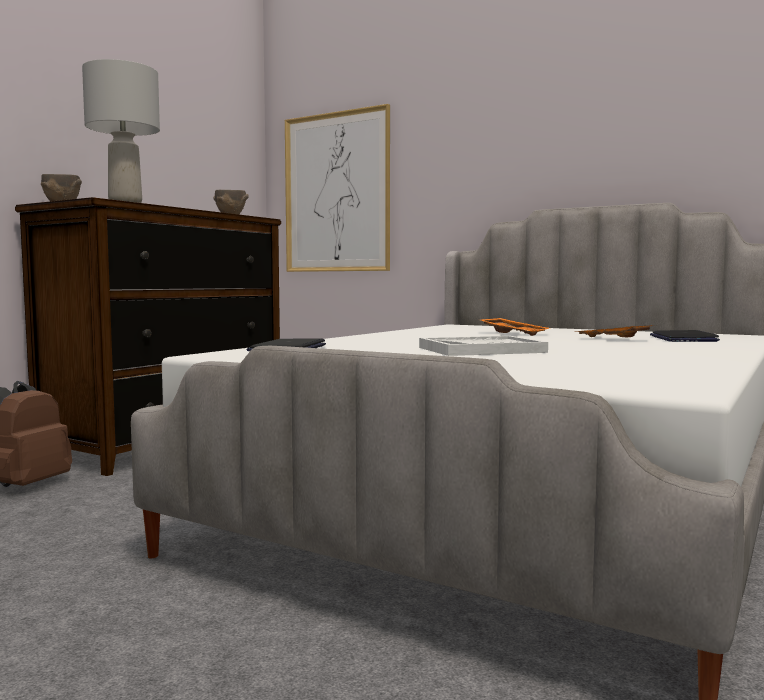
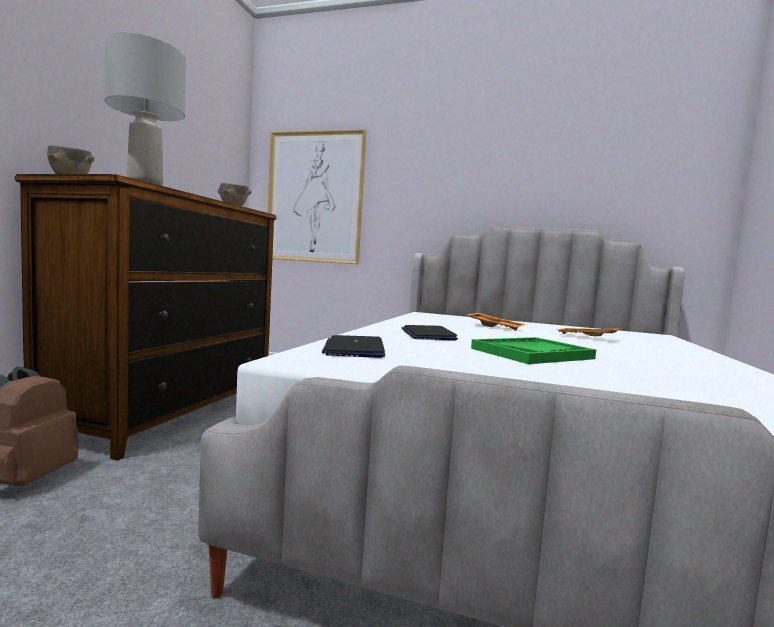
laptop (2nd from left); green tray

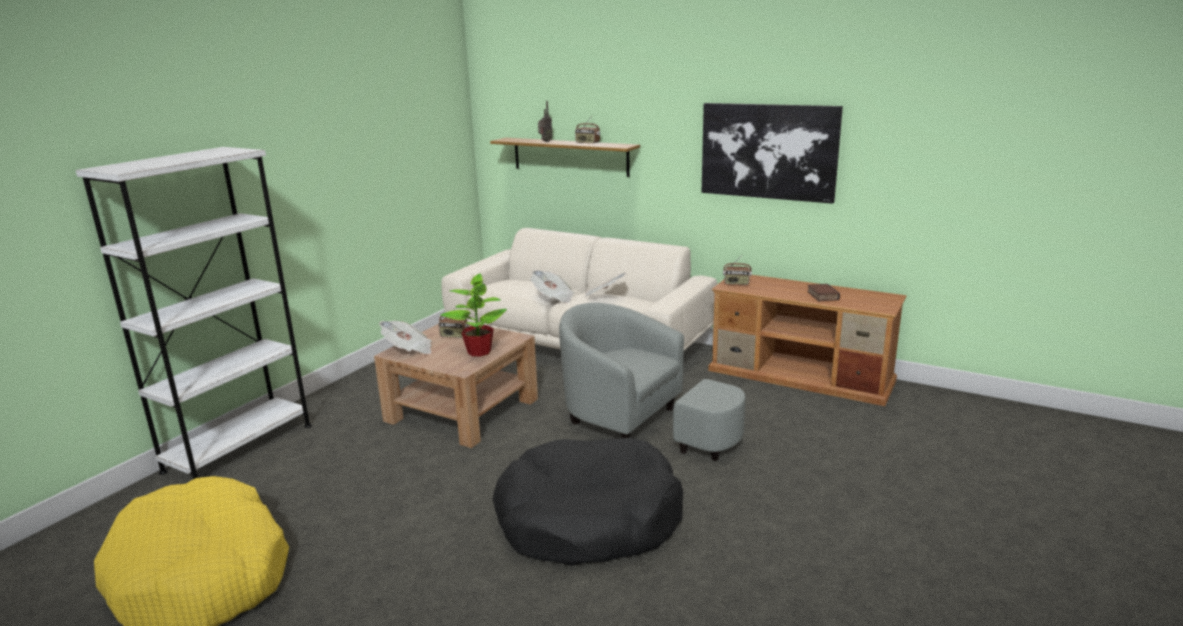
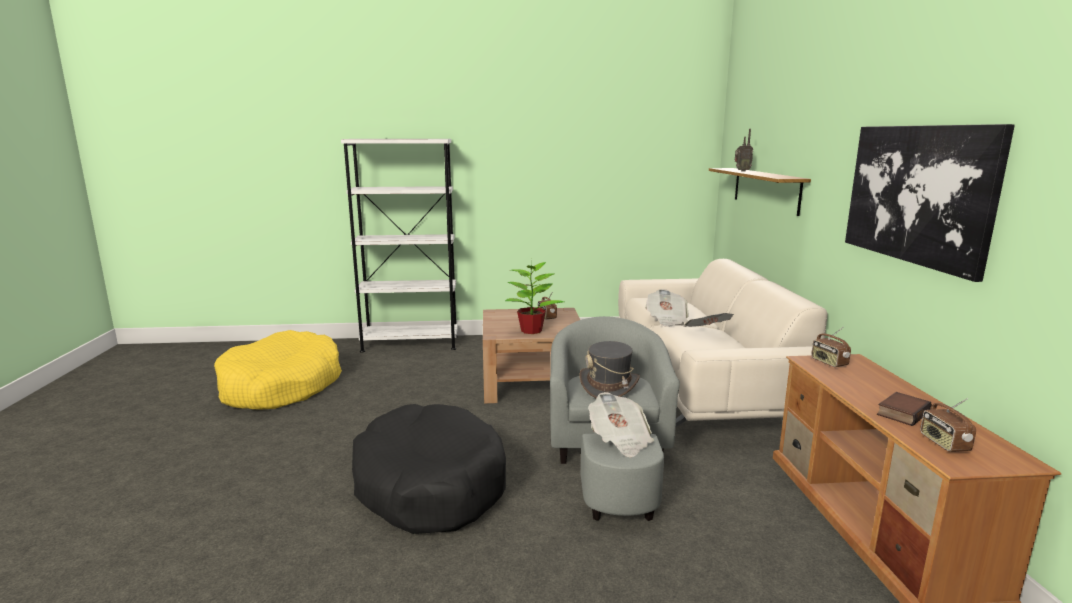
grey hat; newspaper (1st from left); radio (4th from left)

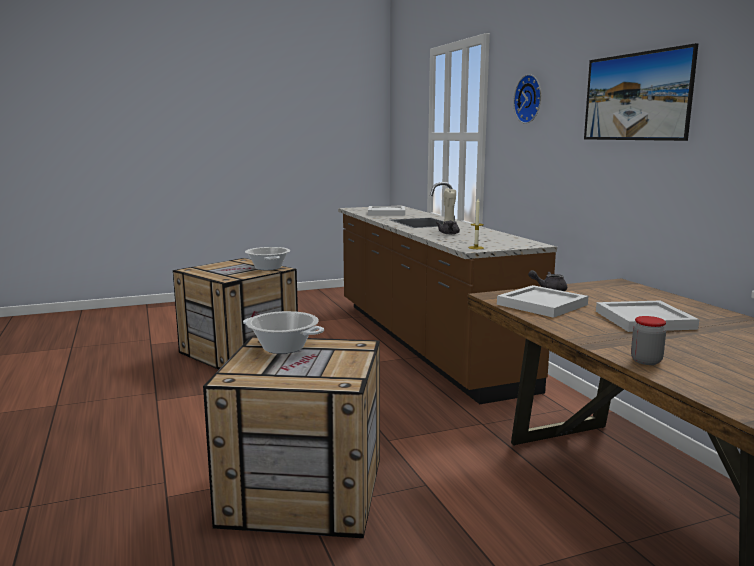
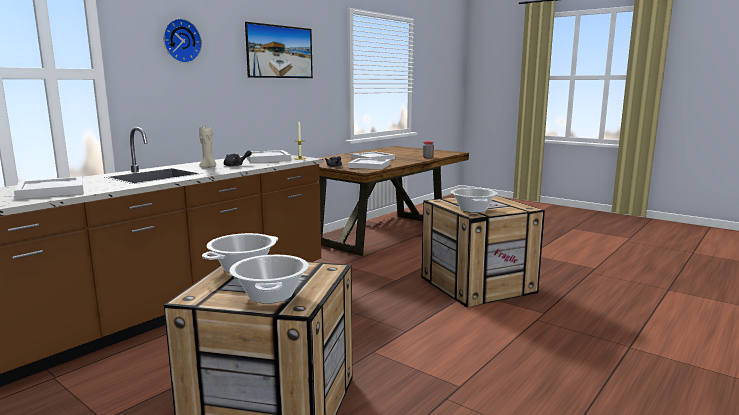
cooking pot (2nd from left); white tray (2nd from left)

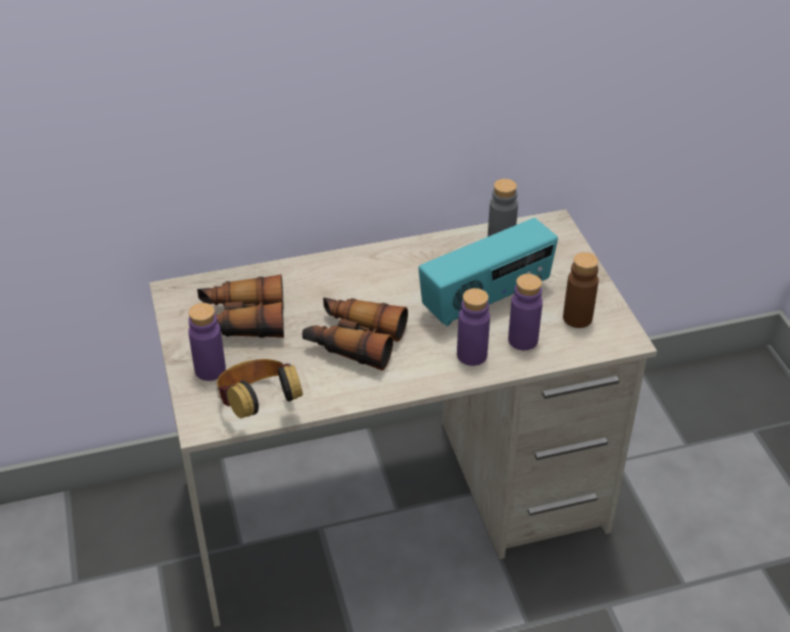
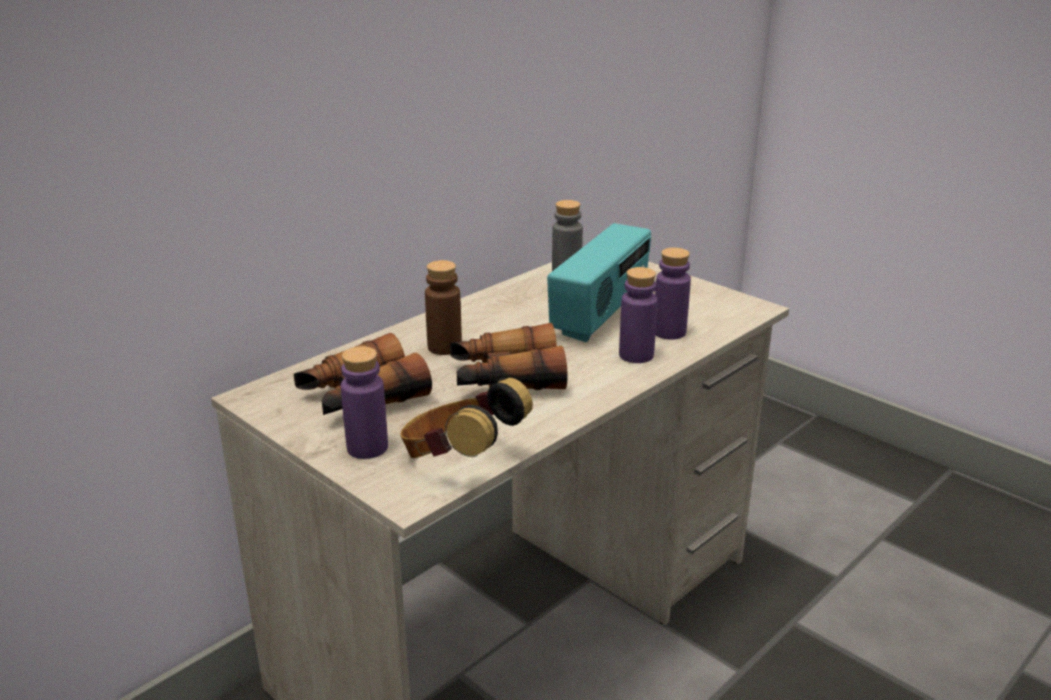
brown bottle

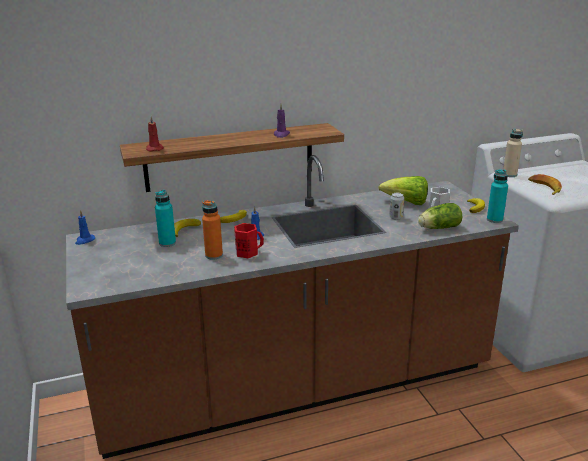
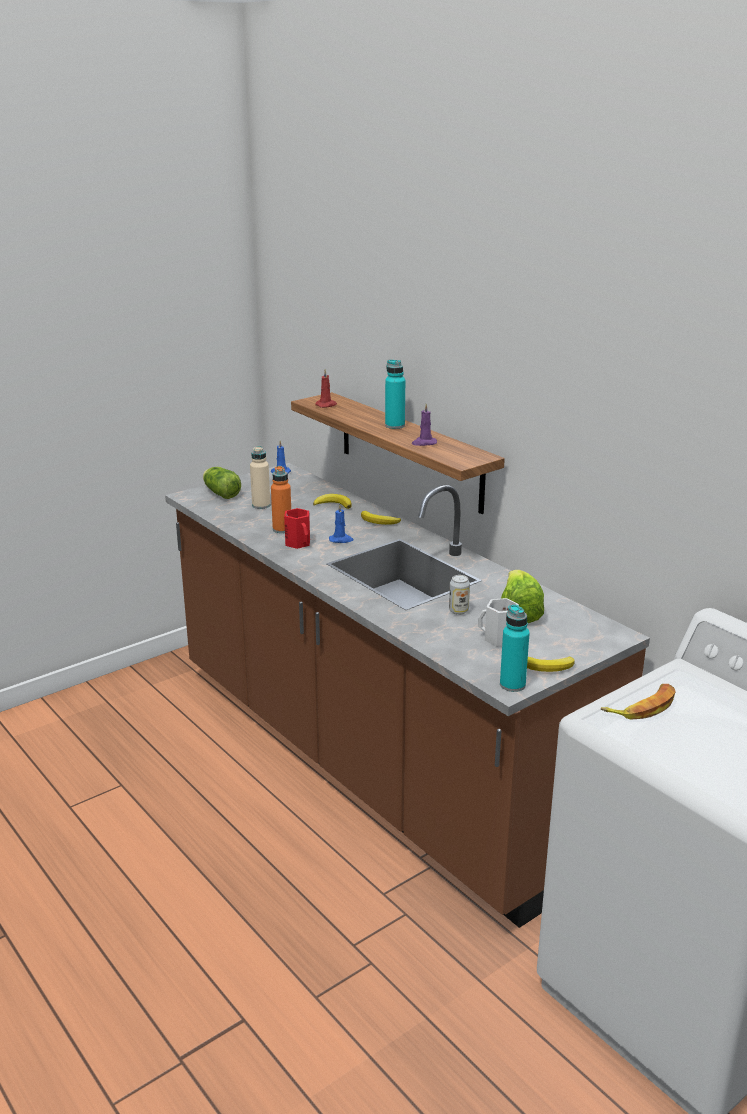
turquoise bottle (1st from left); lettuce (1st from left); beige bottle

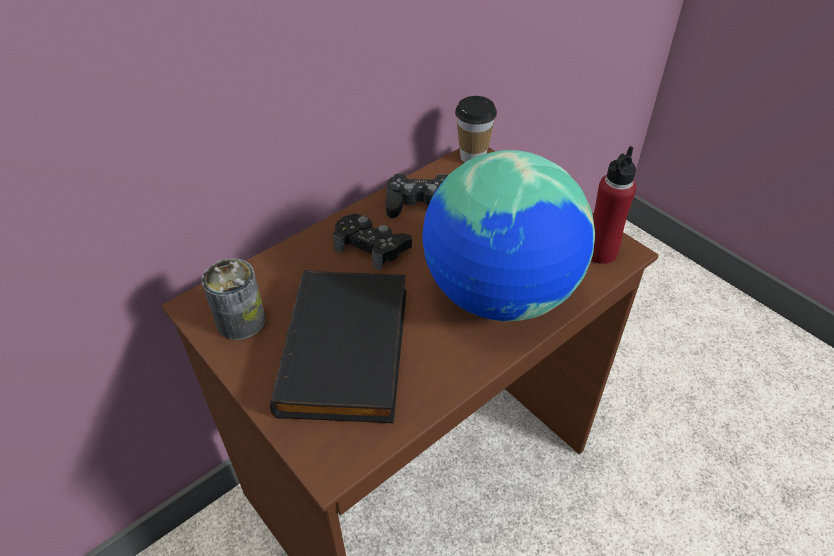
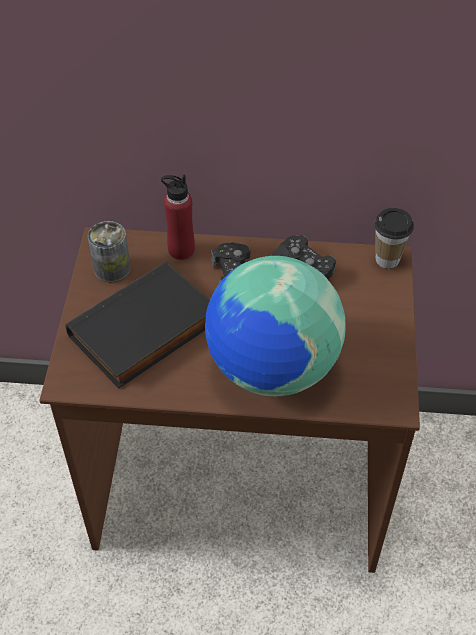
red bottle

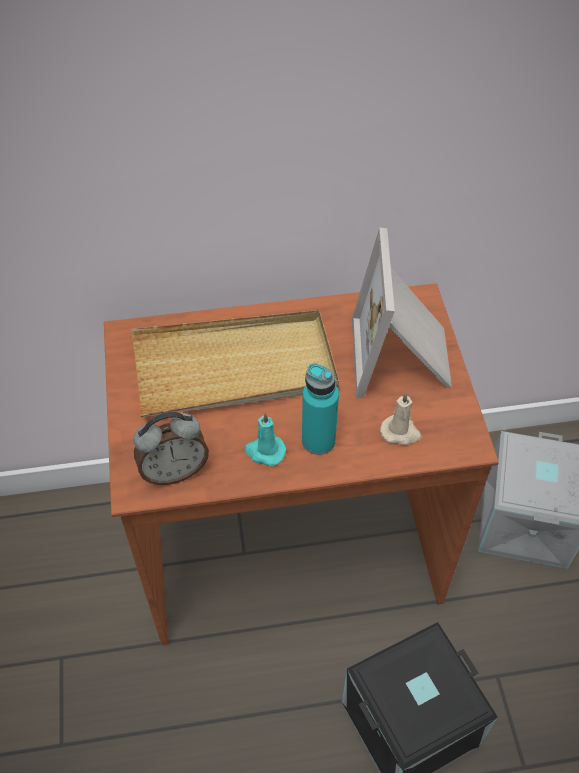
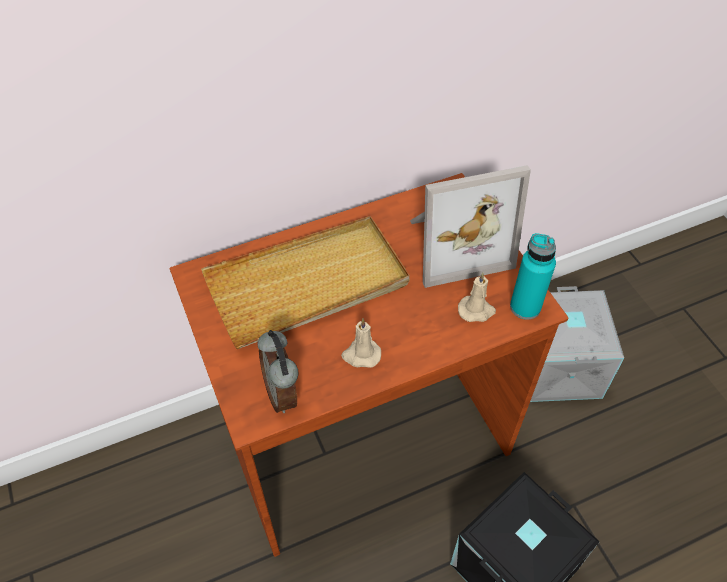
turquoise bottle; beige candle (1st from left); alarm clock; picture frame

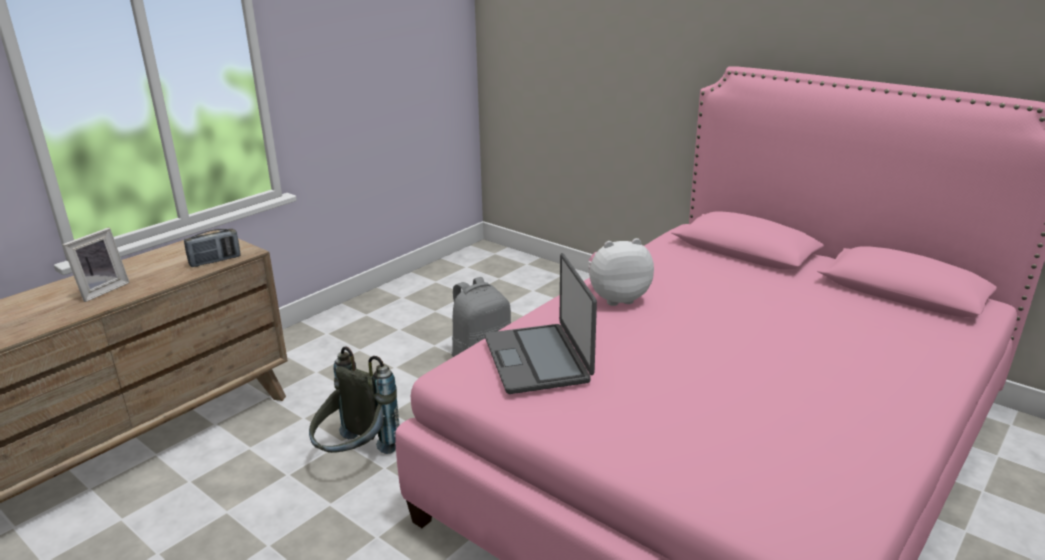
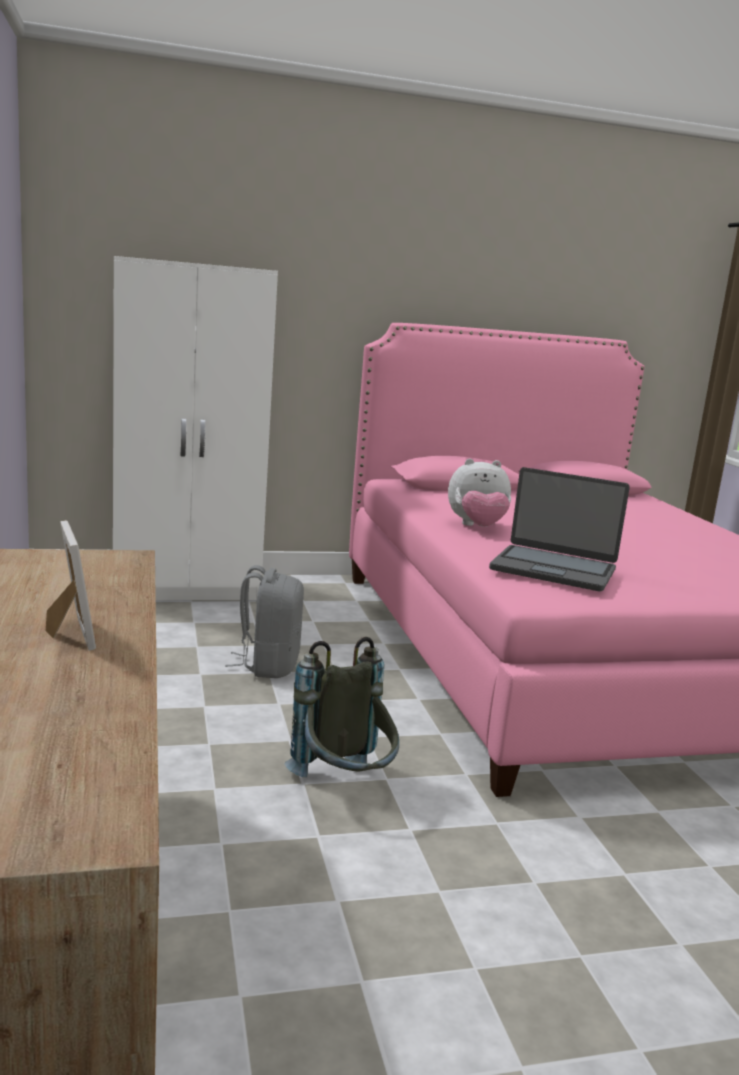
radio; white wardrobe; plush toy

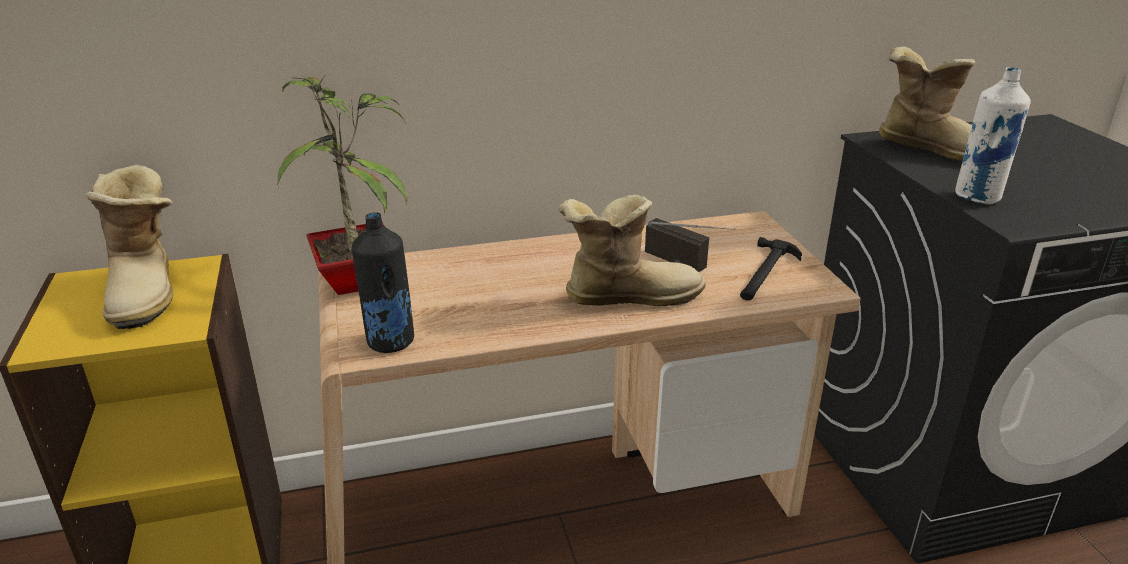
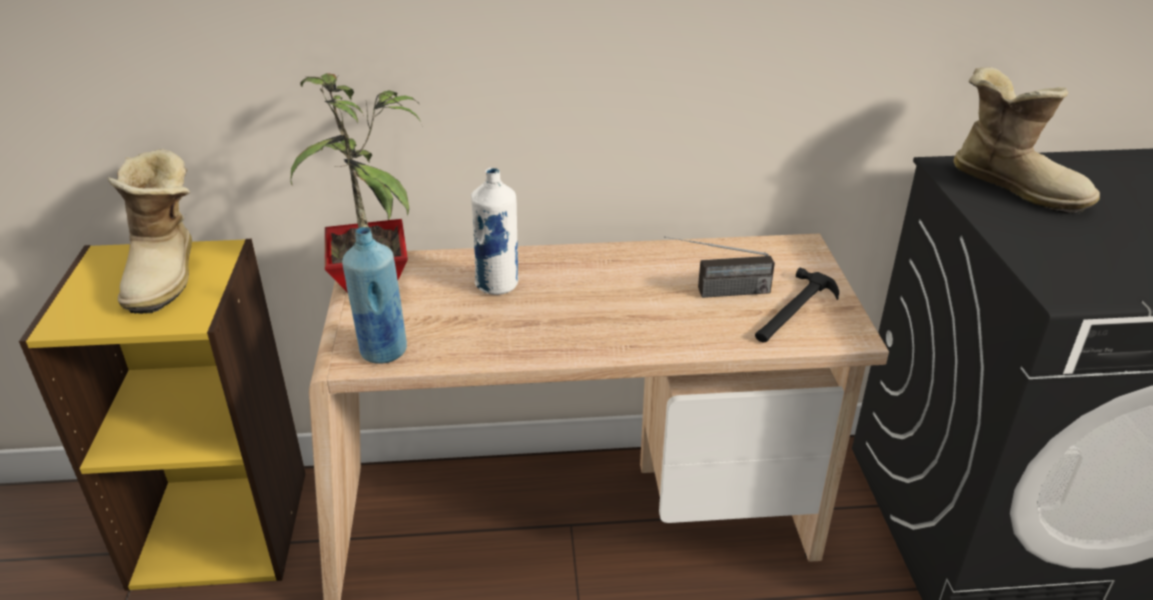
boot (2nd from left in the first image); white bottle; blue bottle; radio

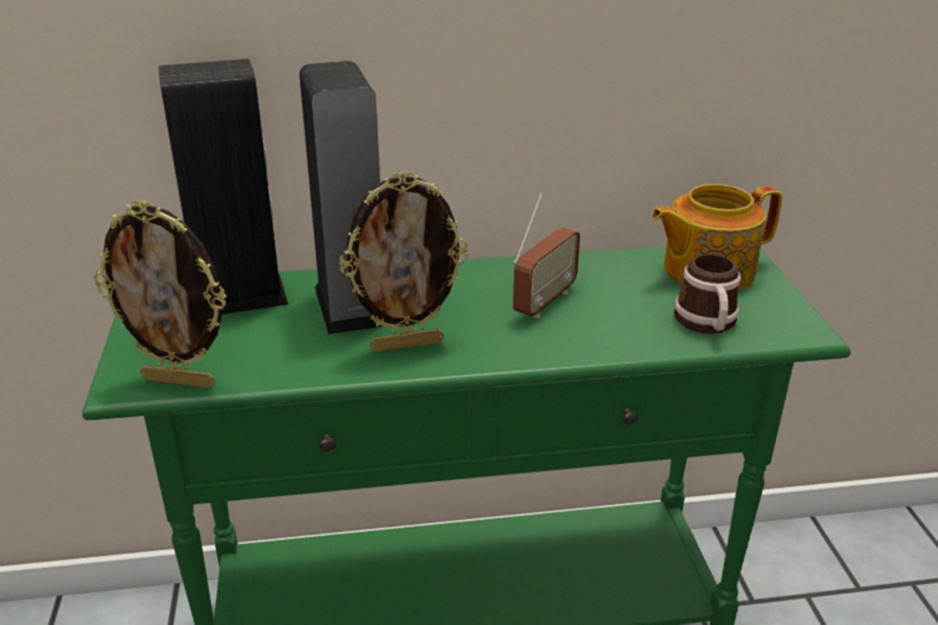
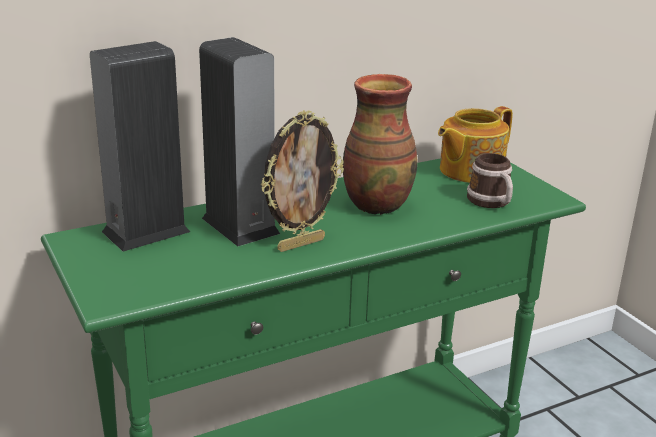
picture frame (1st from left in the first image); vase

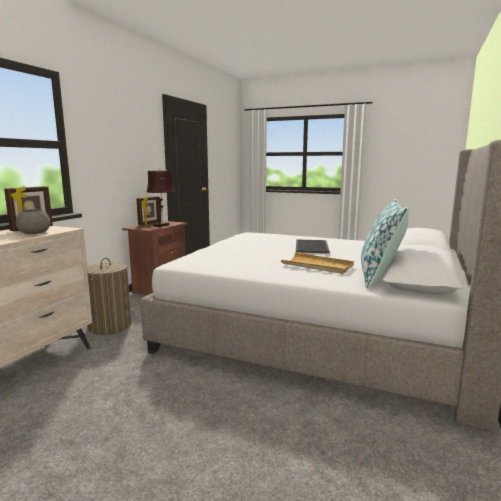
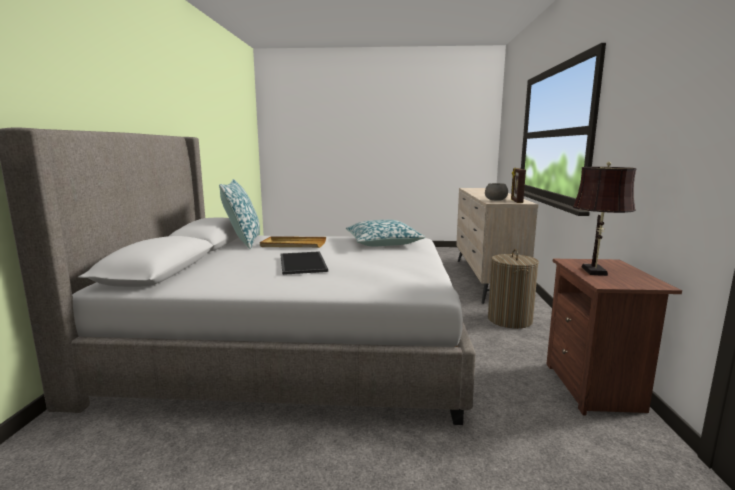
picture frame (2nd from left in the first image); pillow (2nd from left)

